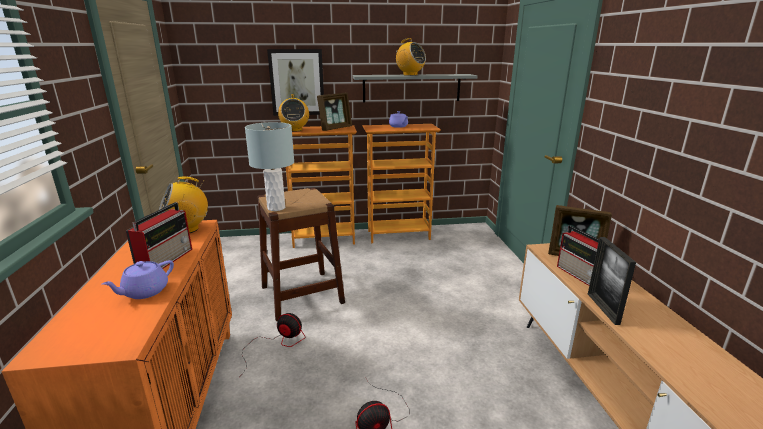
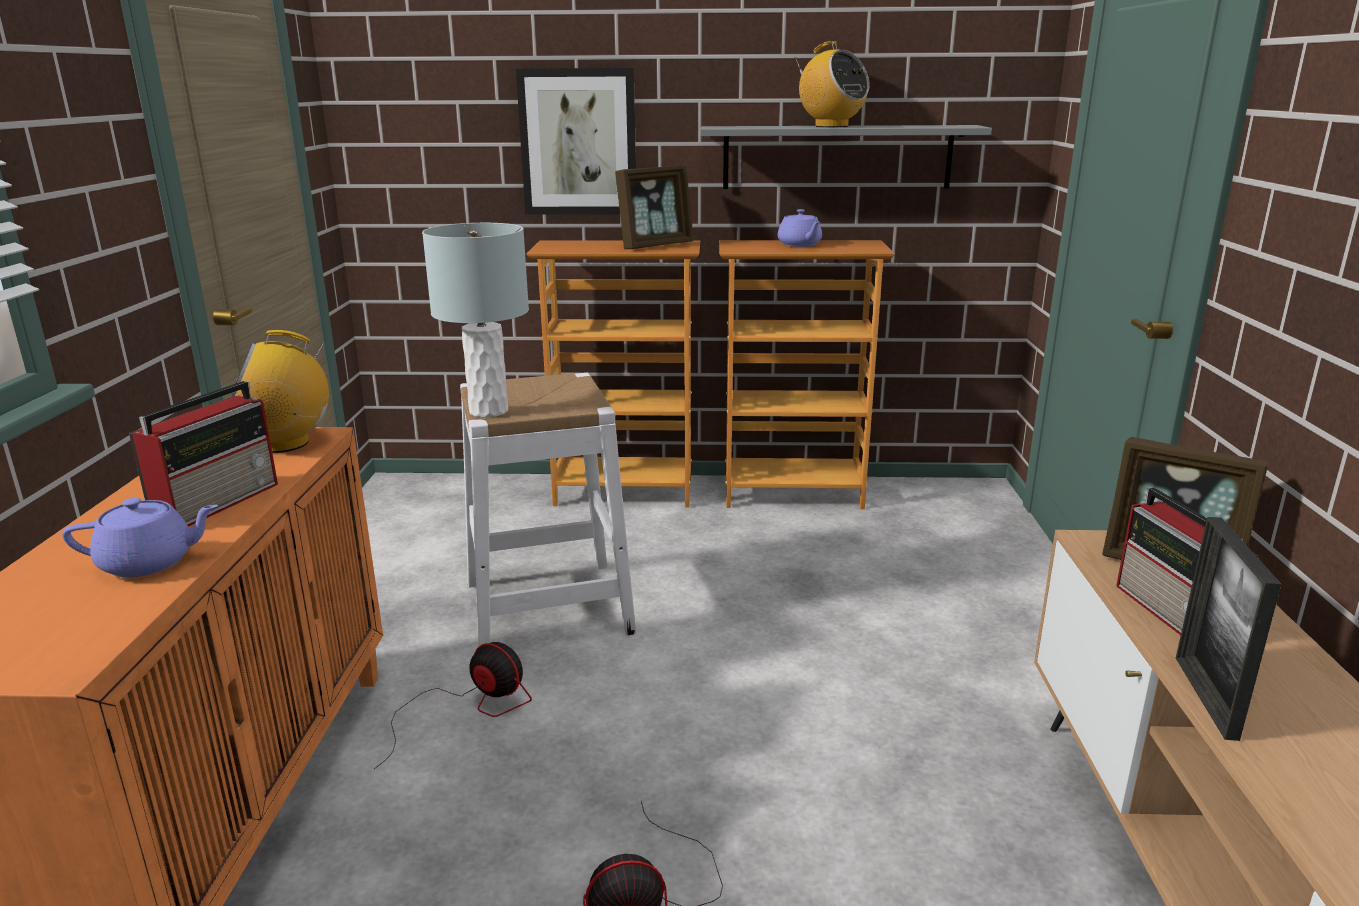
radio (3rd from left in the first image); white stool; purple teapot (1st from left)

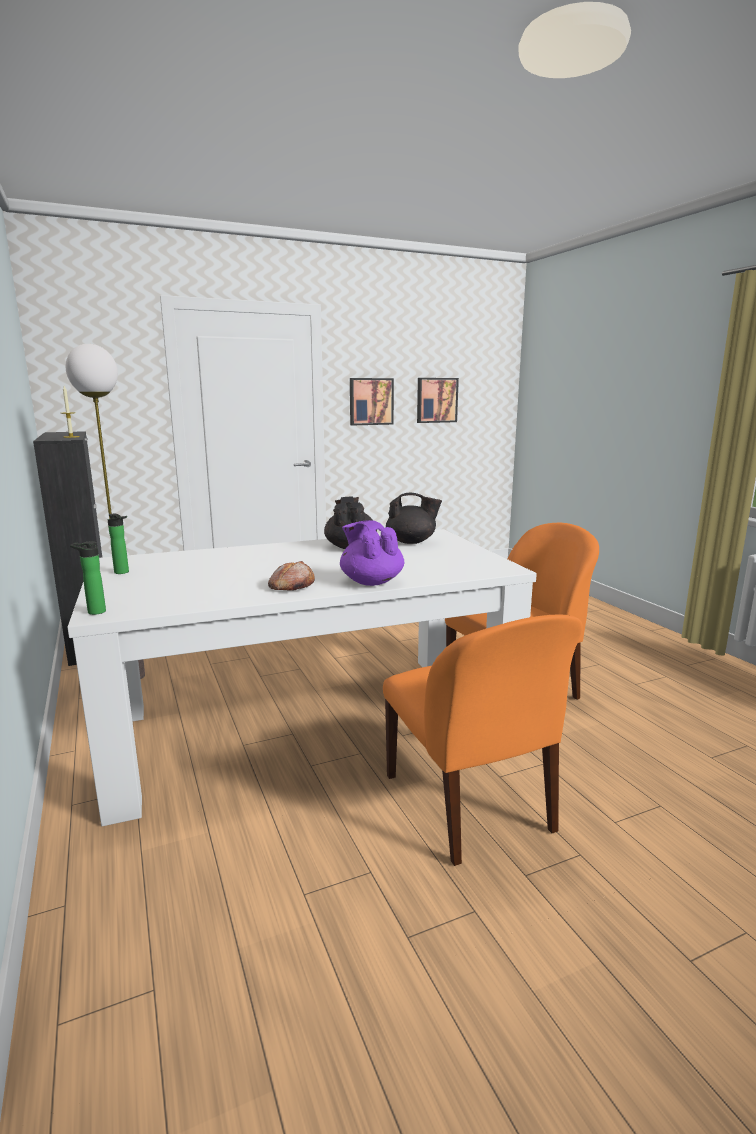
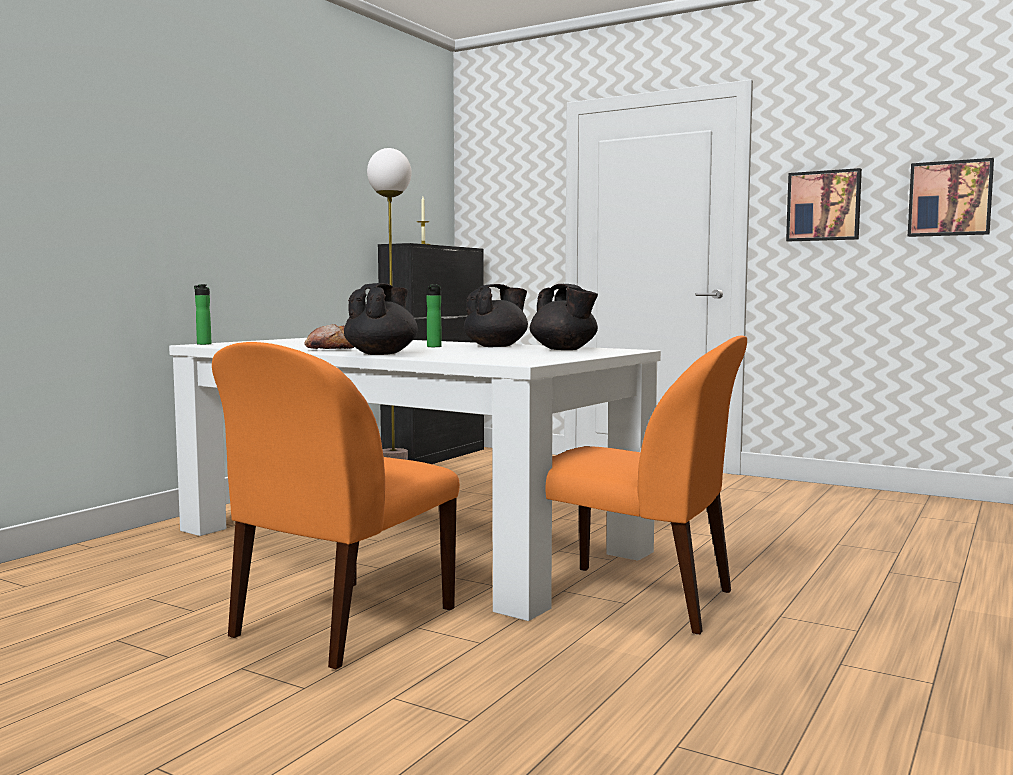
bottle (2nd from left); black teapot (1st from left)

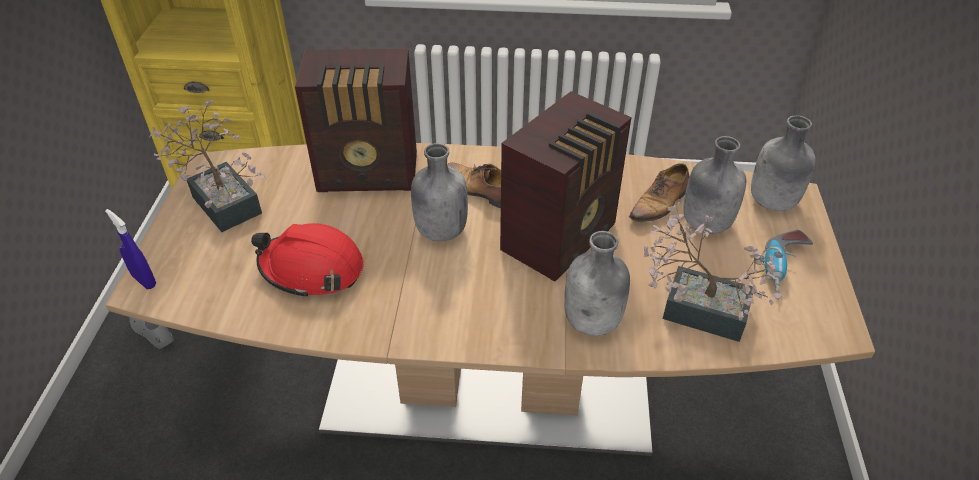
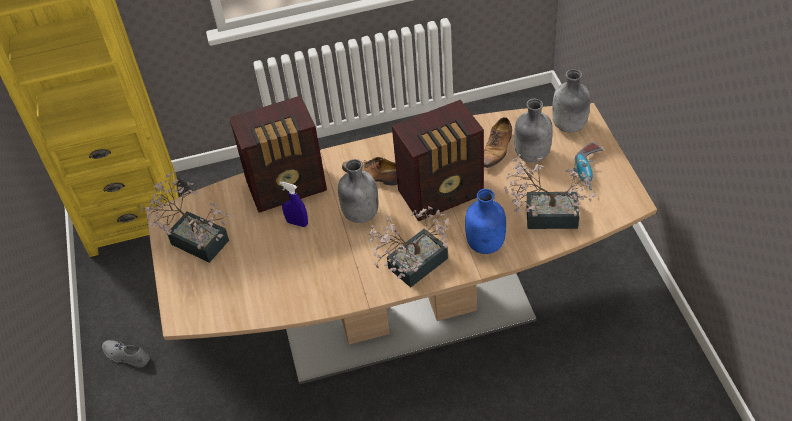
red hard hat; potted plant (2nd from left); blue spray bottle; blue bottle; radio (2nd from left)

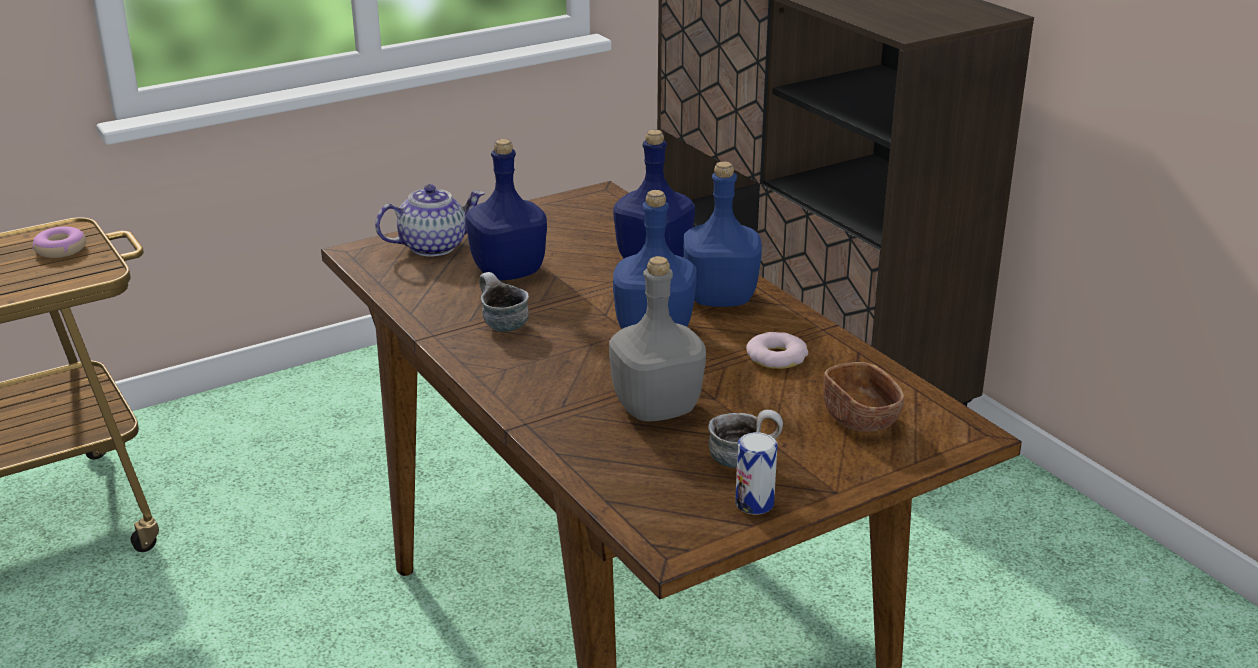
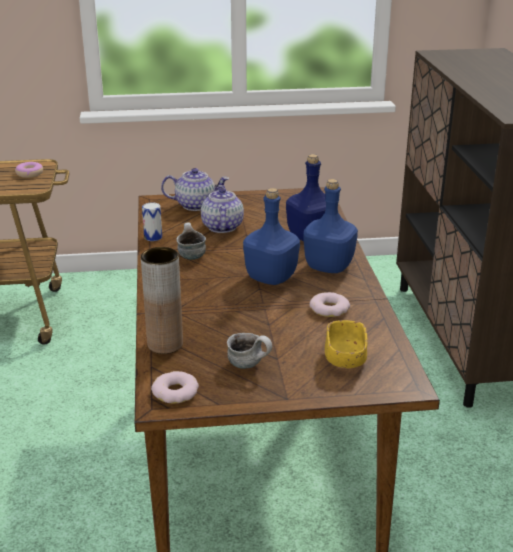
grey bottle; brown vase; donut (2nd from left); can; teapot (2nd from left); yellow bowl

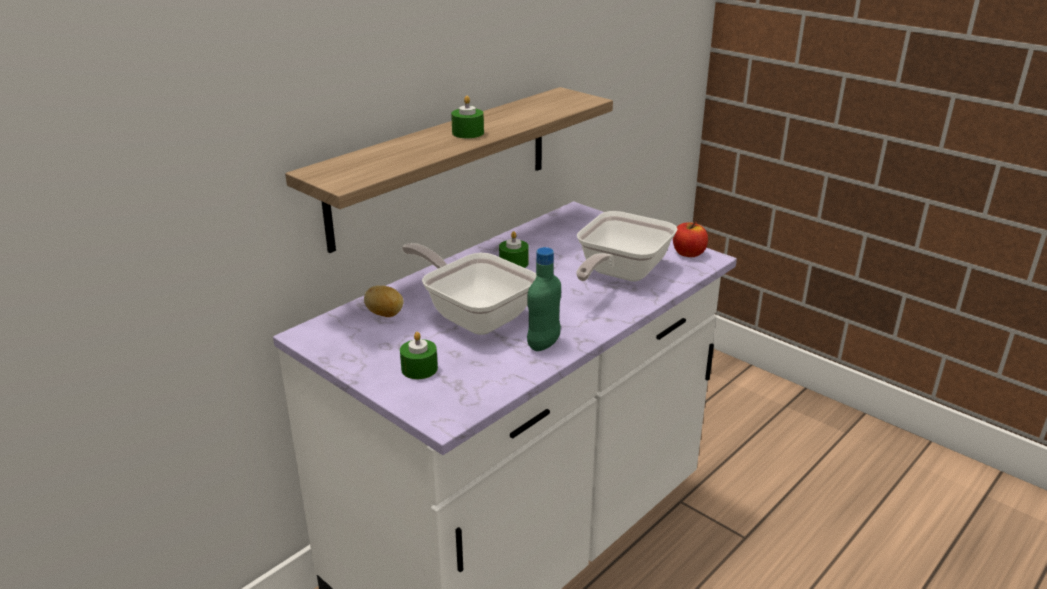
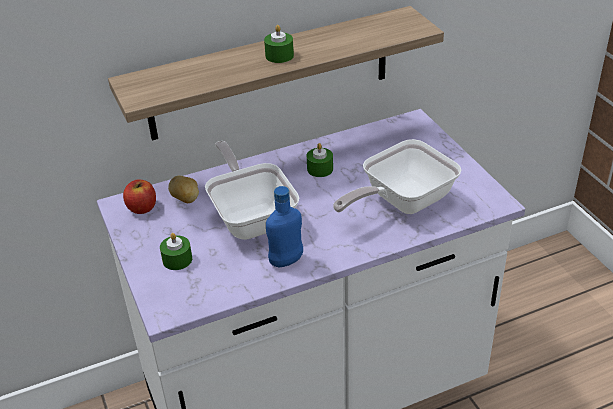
apple; blue bottle

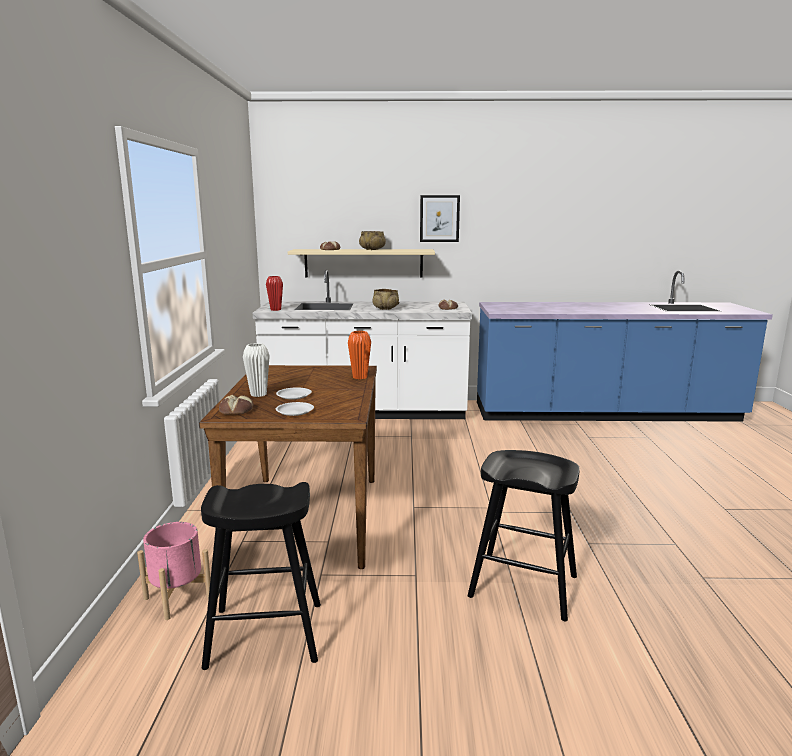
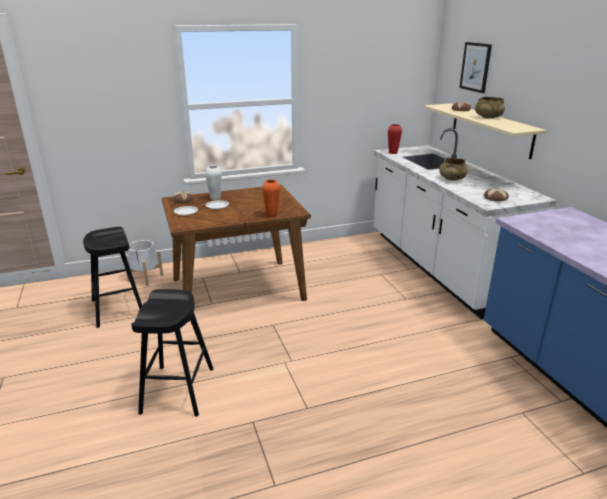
picture; white planter

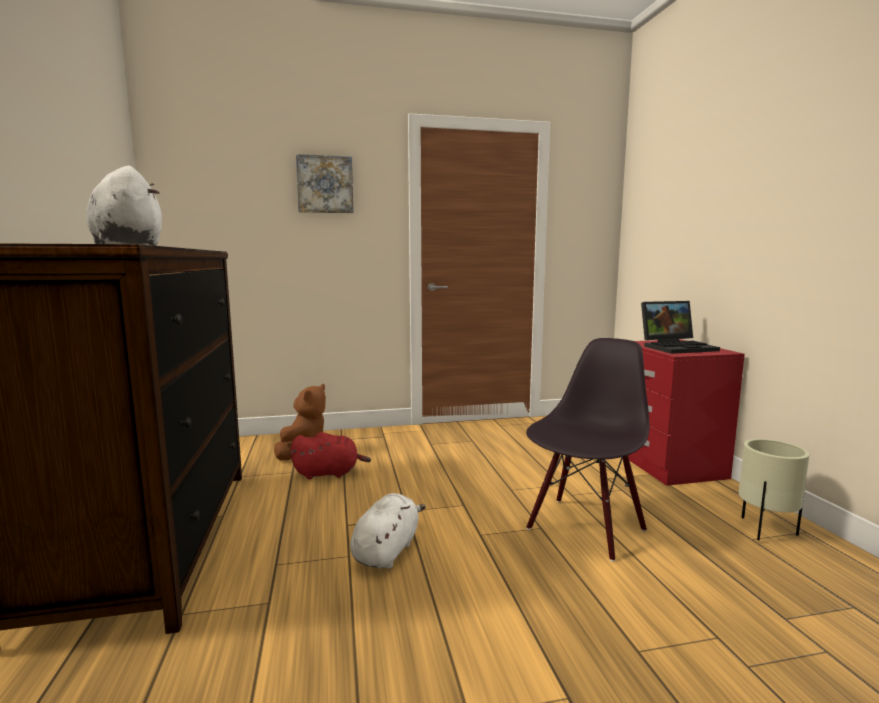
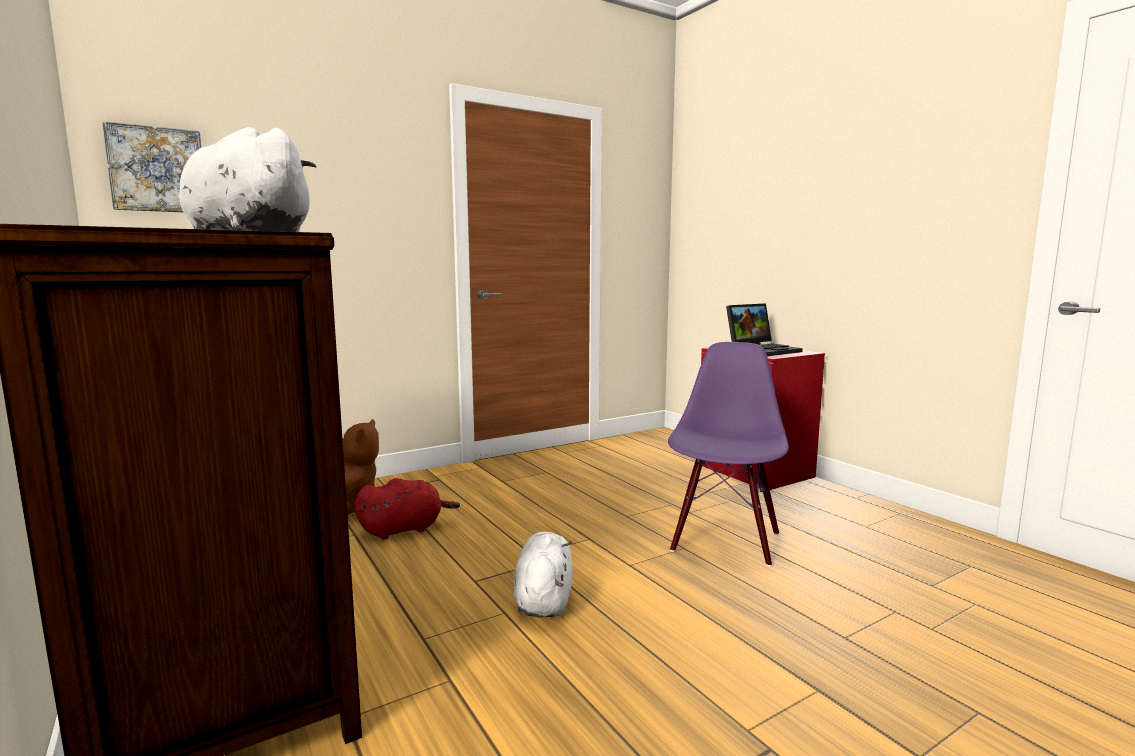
beige planter; picture; purple chair

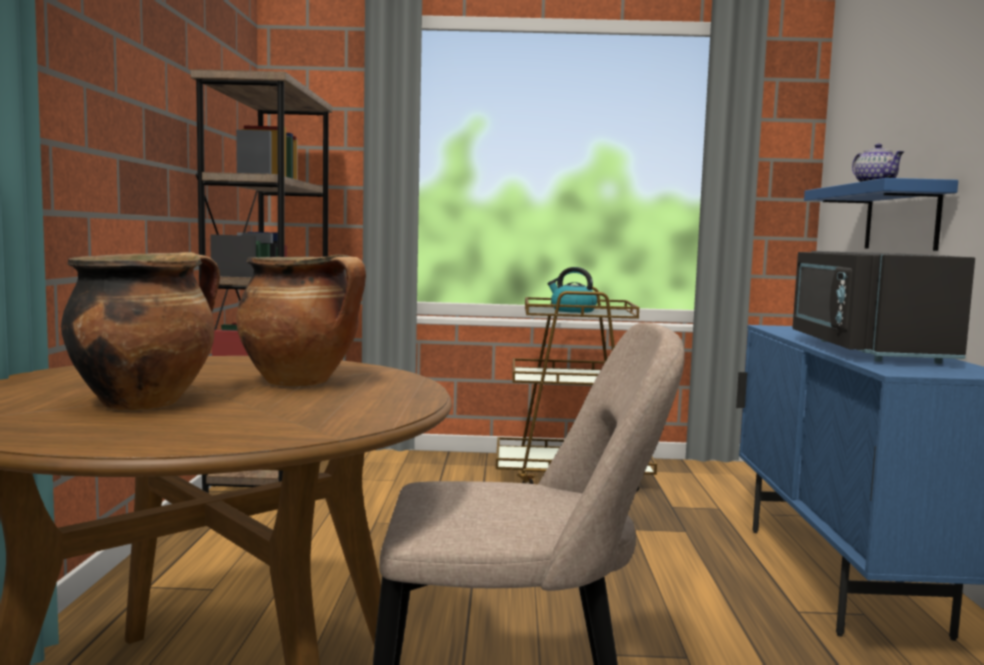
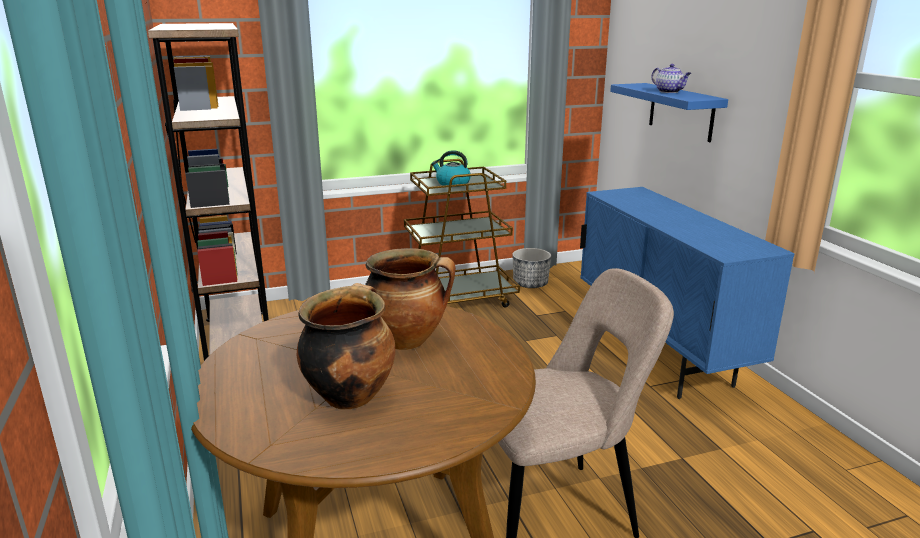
black microwave; planter

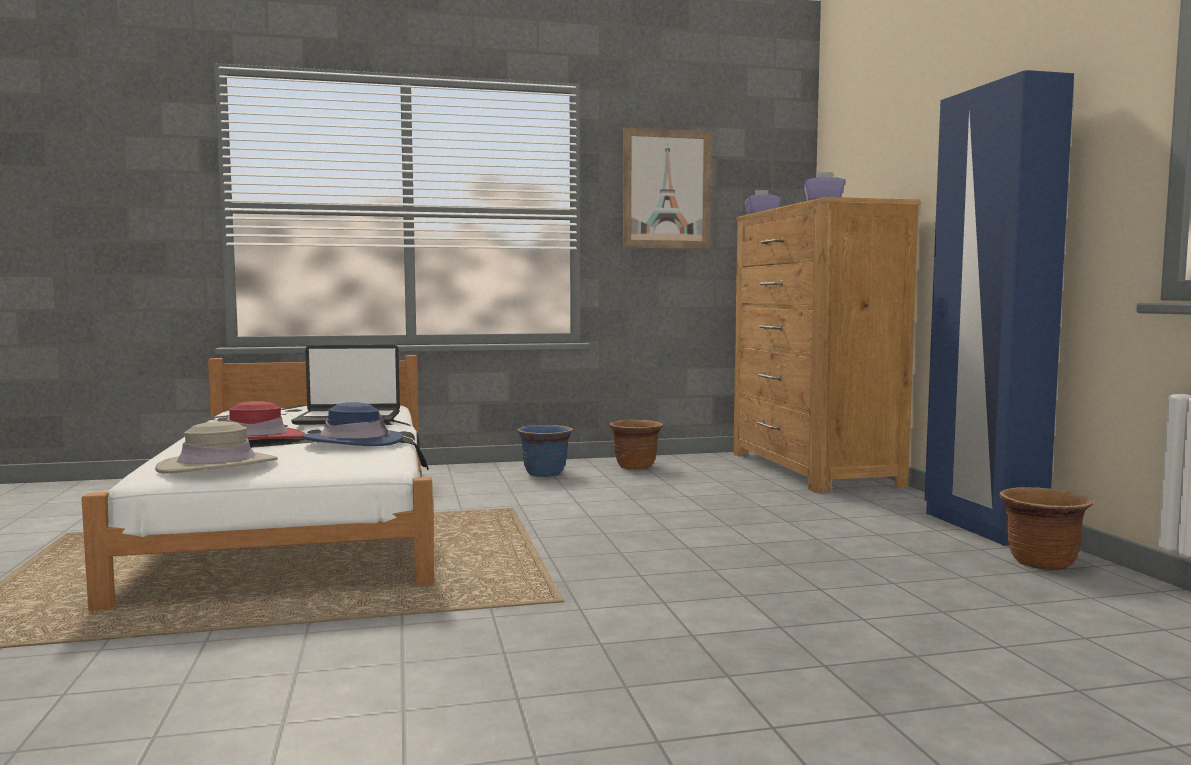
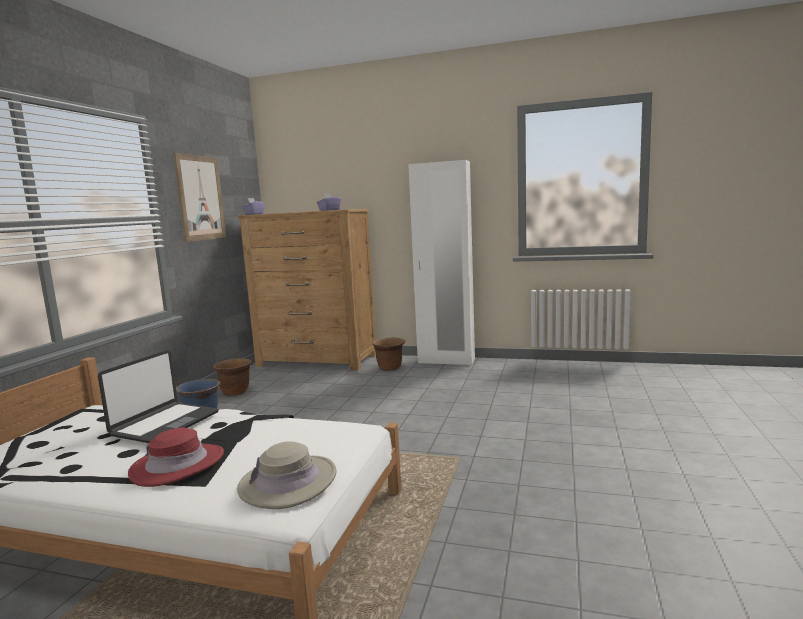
blue hat; brown planter (2nd from left); white wardrobe

